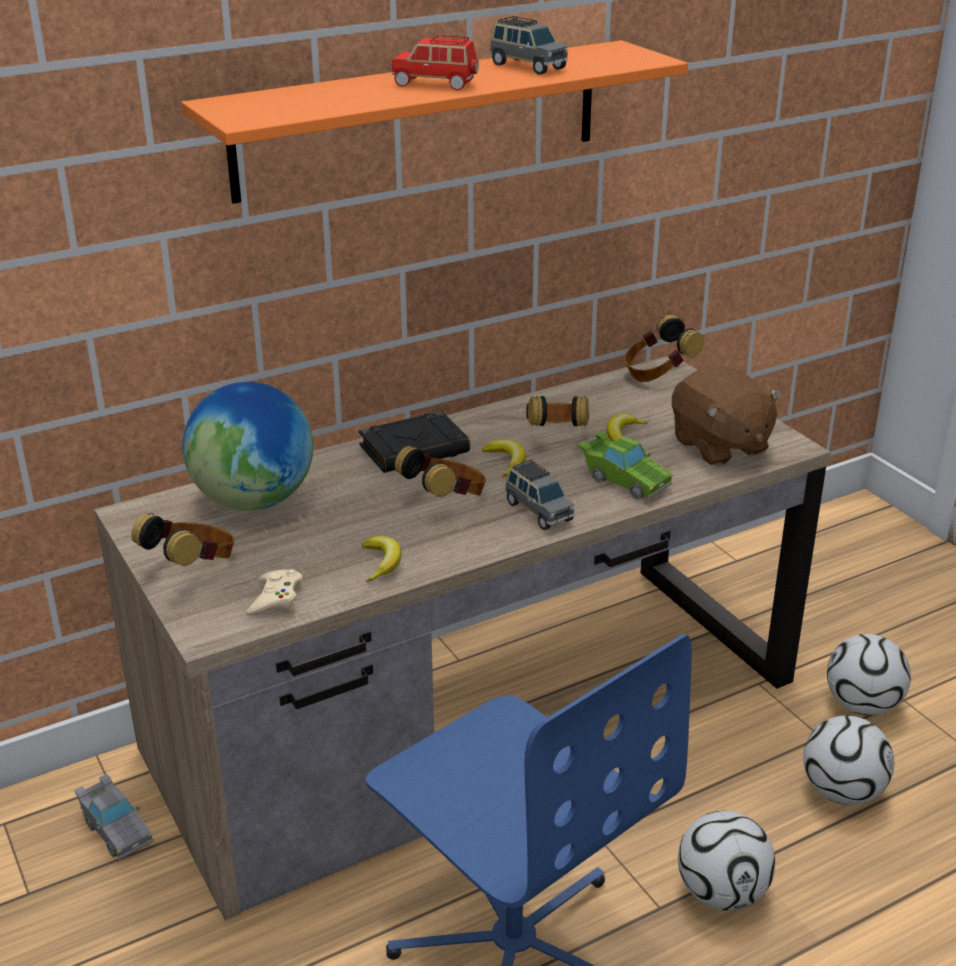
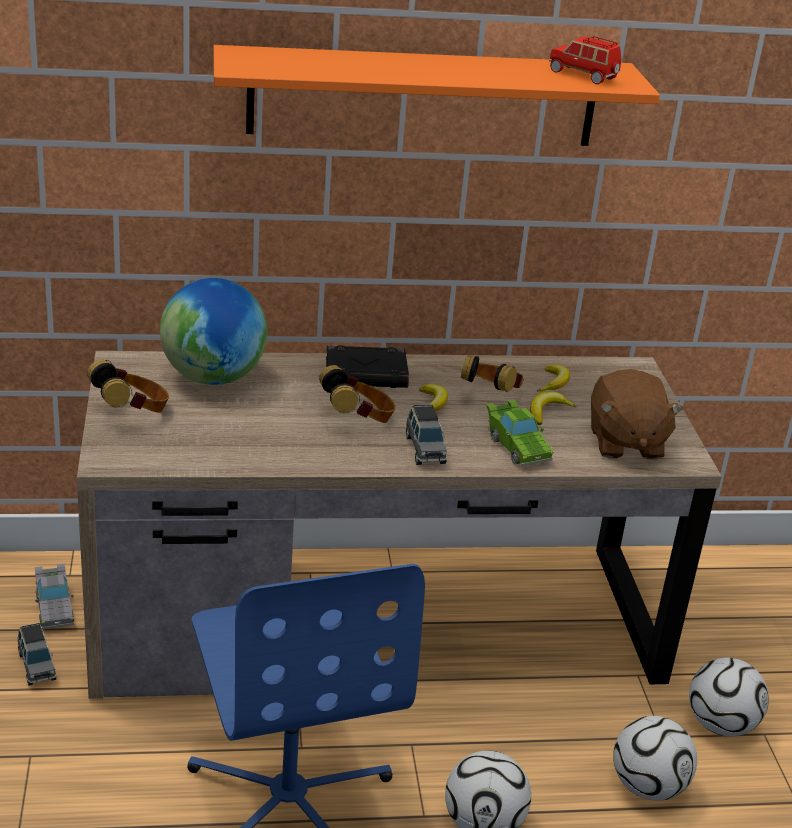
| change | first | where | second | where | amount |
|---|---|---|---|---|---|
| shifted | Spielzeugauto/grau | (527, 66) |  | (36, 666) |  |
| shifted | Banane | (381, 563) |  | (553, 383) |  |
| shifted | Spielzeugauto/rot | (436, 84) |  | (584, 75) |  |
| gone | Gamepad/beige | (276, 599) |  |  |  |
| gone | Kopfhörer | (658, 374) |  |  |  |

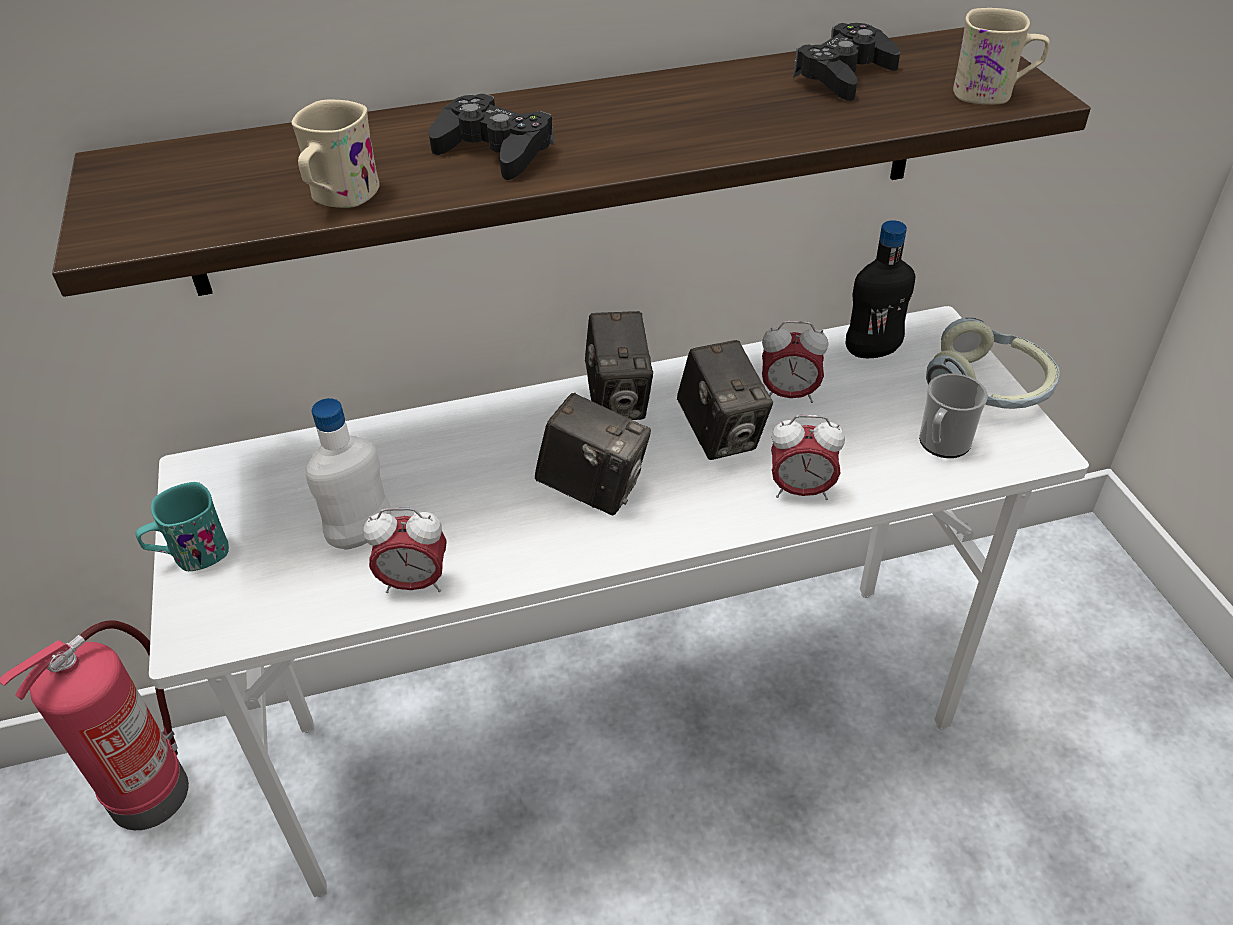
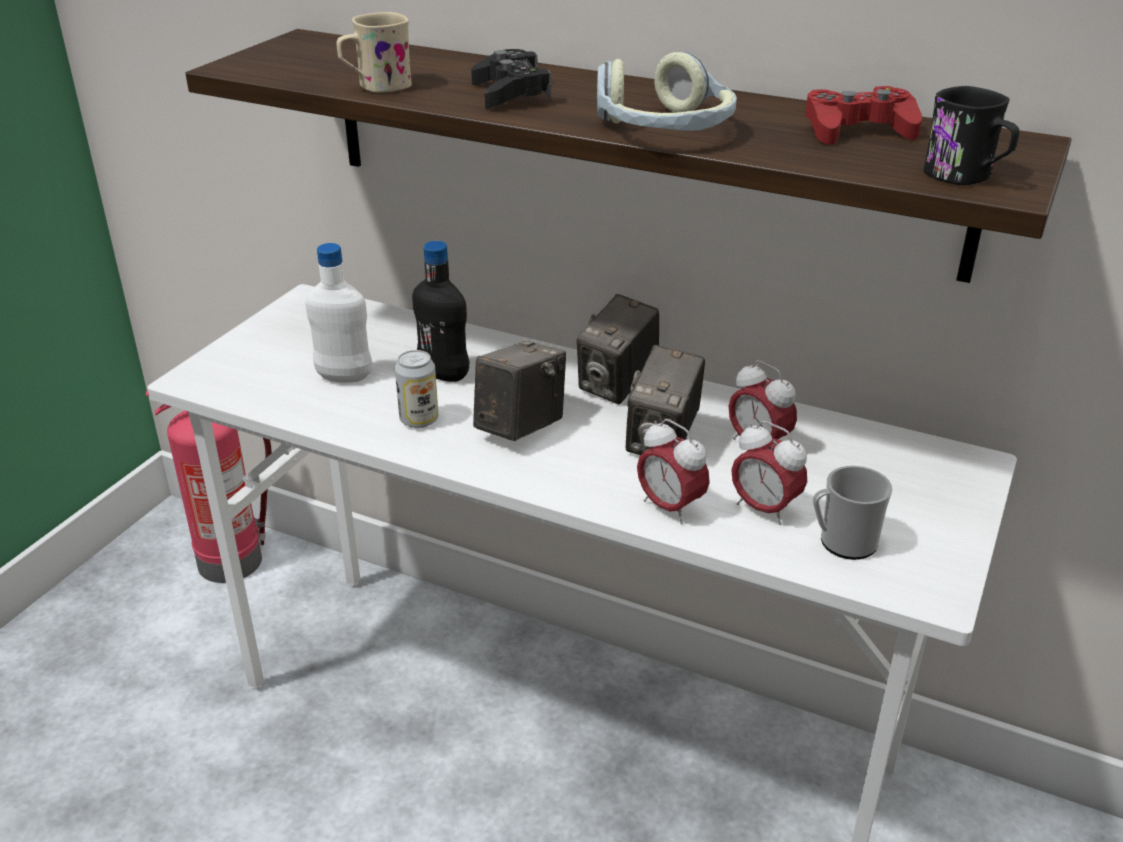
| change | first | where | second | where | amount |
|---|---|---|---|---|---|
| new |  |  | Dose | (419, 420) |  |
| shifted | Flasche/schwarz | (872, 351) |  | (444, 374) |  |
| rotated | Kamera | (594, 489) |  | (520, 427) | 120 degrees counterclockwise |
| shifted | Kopfhörer | (989, 388) |  | (665, 130) |  |
| shifted | Wecker | (414, 583) |  | (764, 509) |  |
| repainted | Gamepad/schwarz | (844, 75) | Gamepad/rot | (857, 130) |  |
| repainted | Henkelbecher/beige | (993, 94) | Henkelbecher/schwarz | (966, 177) |  |
| gone | Henkelbecher/türkis | (191, 555) |  |  |  |

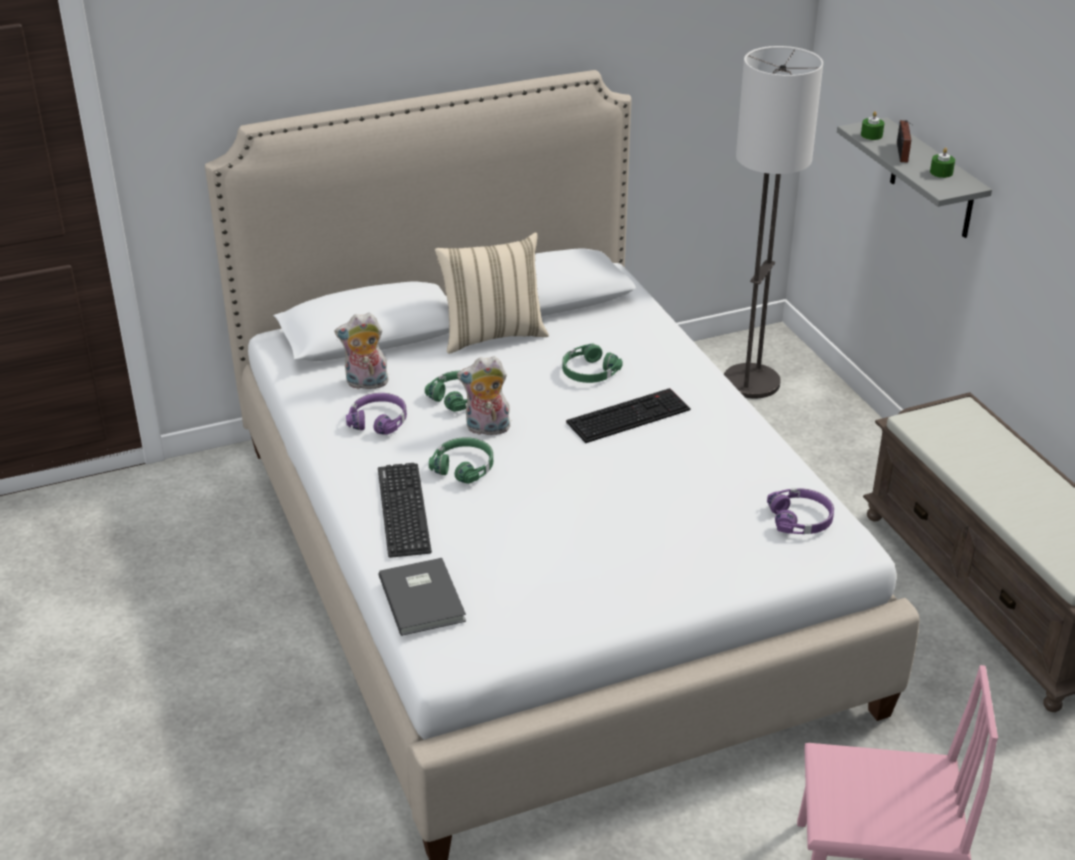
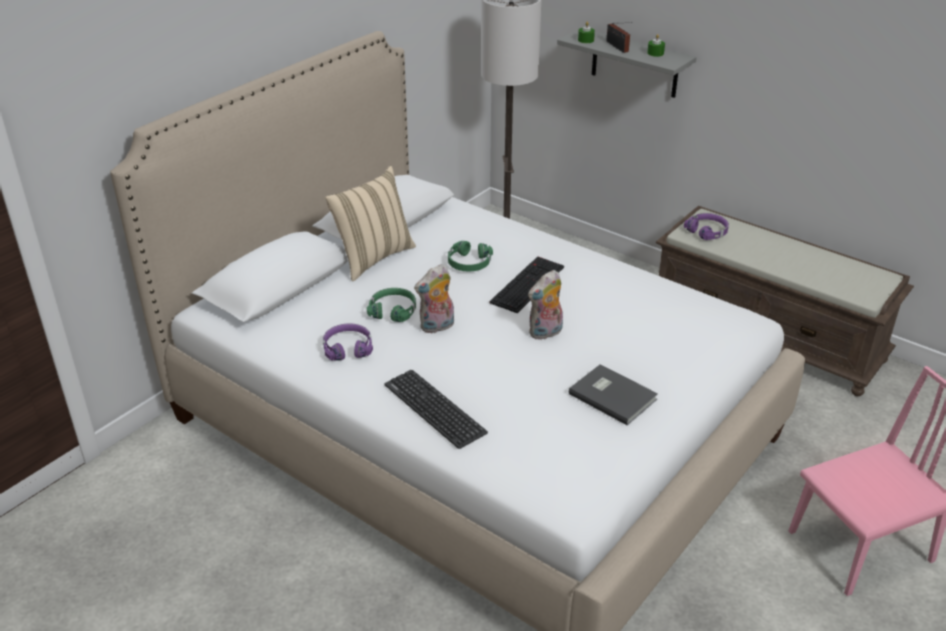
| change | first | where | second | where | amount |
|---|---|---|---|---|---|
| shifted | Plüschtier | (366, 384) |  | (545, 333) |  |
| shifted | Buch/grau | (424, 597) |  | (612, 395) |  |
| shifted | Kopfhörer/lila | (801, 519) |  | (707, 231) |  |
| gone | Kopfhörer/grün | (464, 466) |  |  |  |

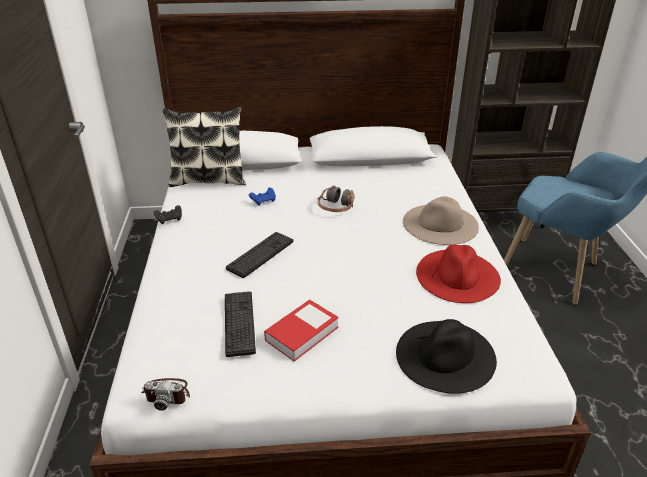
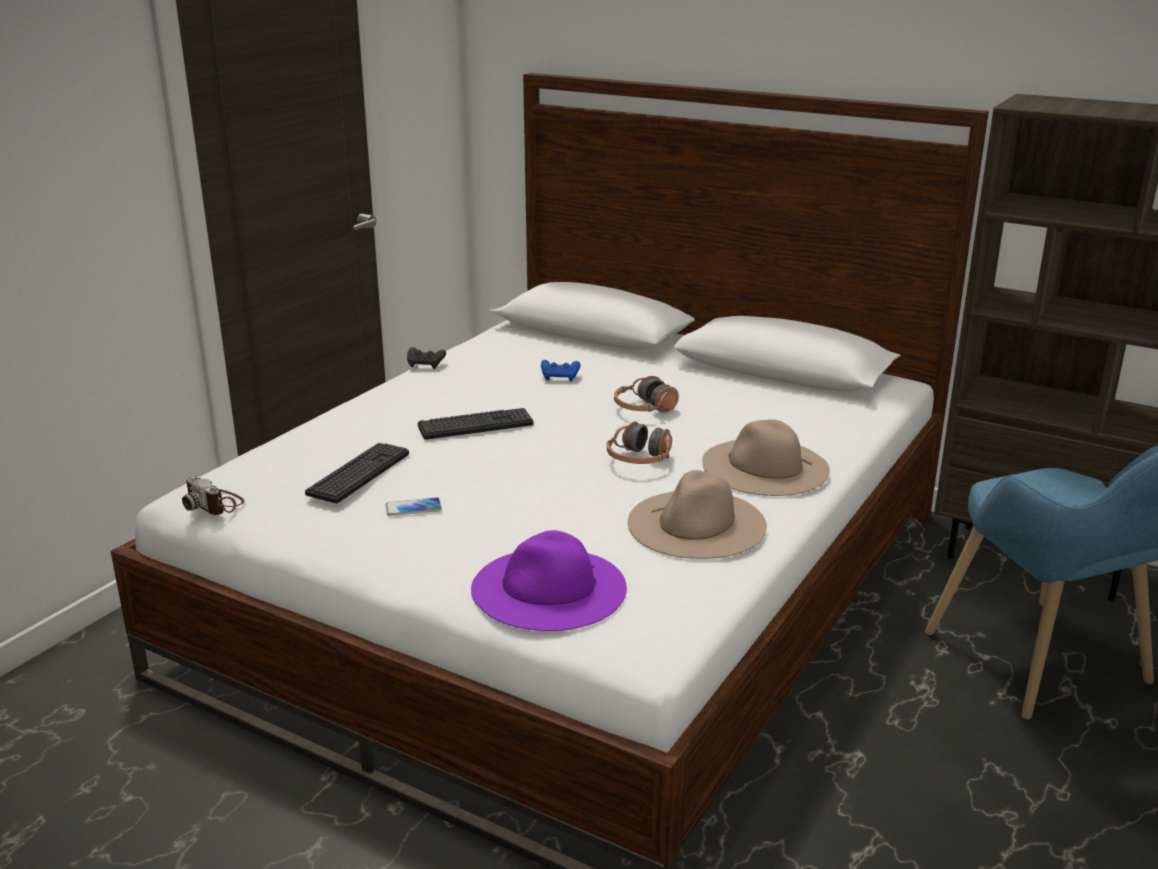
| change | first | where | second | where | amount |
|---|---|---|---|---|---|
| swapped | Buch | (302, 334) | Handy | (413, 508) |  |
| repainted | Hut/schwarz | (445, 355) | Hut/lila | (548, 588) |  |
| new |  |  | Kopfhörer | (639, 459) |  |
| repainted | Hut/rot | (458, 275) | Hut/beige | (697, 523) |  |
| gone | Kissen | (208, 180) |  |  |  |

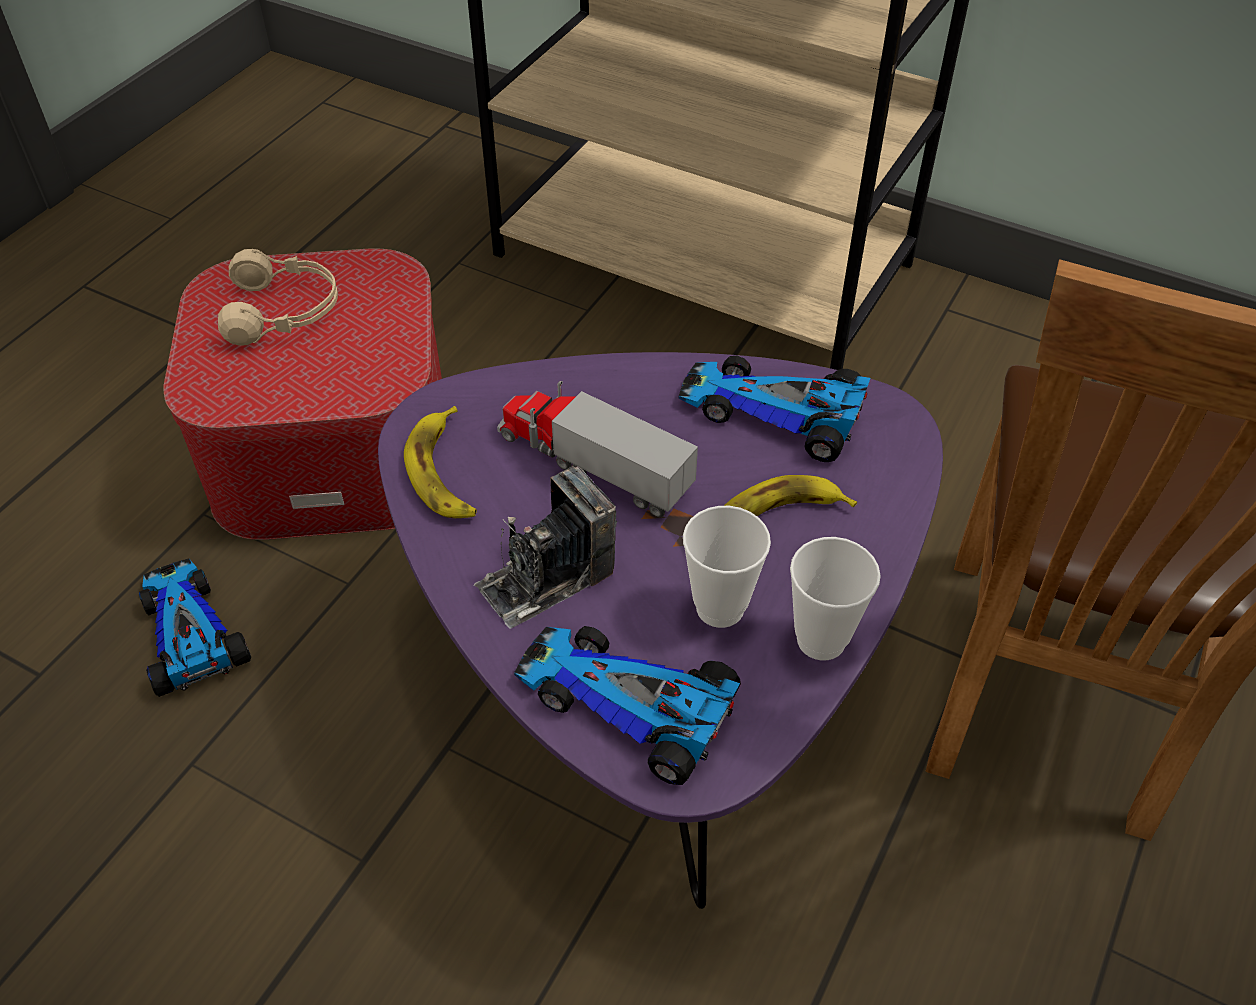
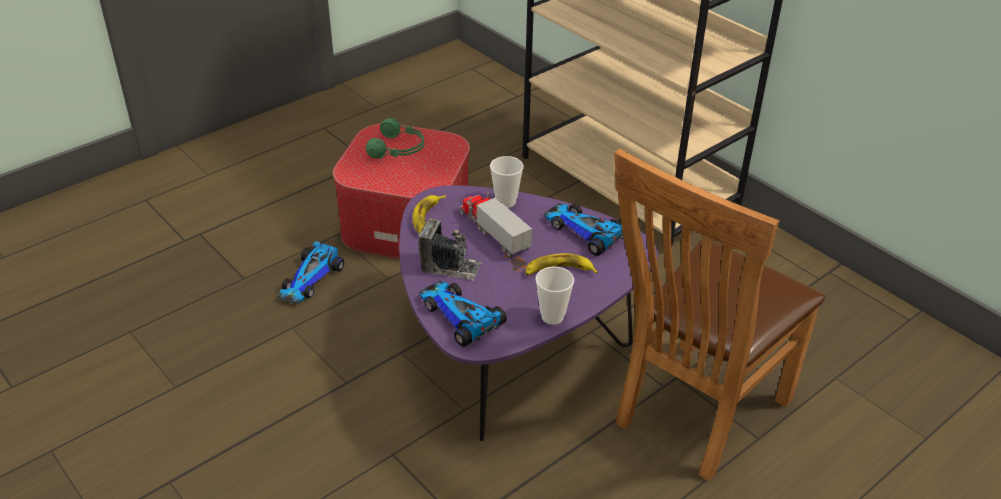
| change | first | where | second | where | amount |
|---|---|---|---|---|---|
| rotated | Spielzeugauto | (188, 634) |  | (311, 279) | 150 degrees counterclockwise |
| repainted | Kopfhörer/beige | (284, 311) | Kopfhörer/grün | (398, 149) |  |
| rotated | Kamera | (546, 578) |  | (450, 266) | 150 degrees counterclockwise |
| shifted | Tasse | (720, 608) |  | (506, 202) |  |

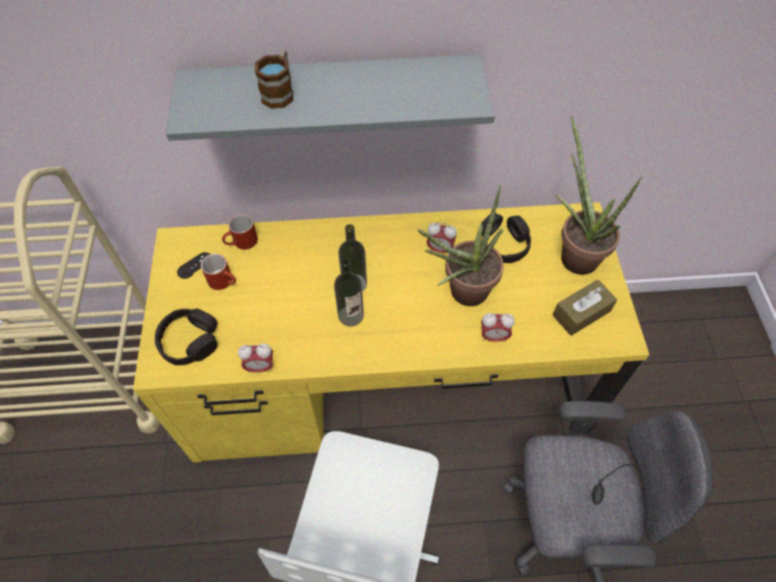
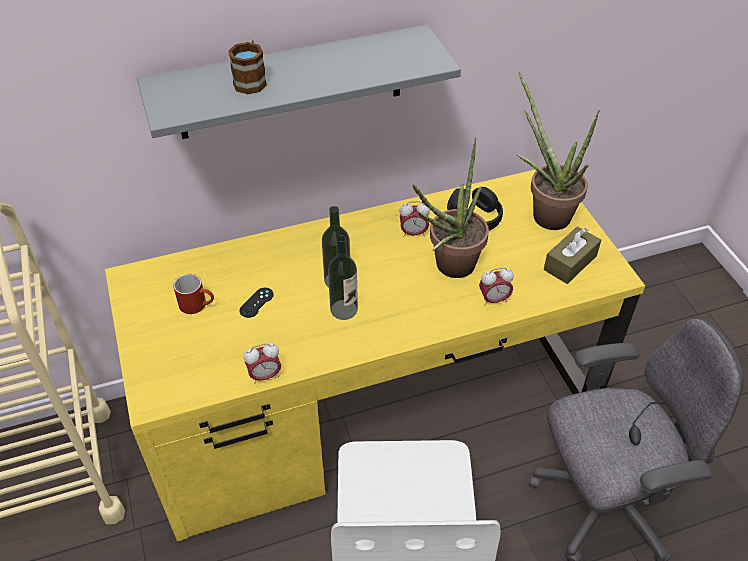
| change | first | where | second | where | amount |
|---|---|---|---|---|---|
| shifted | Gamepad/schwarz | (195, 265) |  | (256, 302) |  |
| gone | Kopfhörer/schwarz | (189, 341) |  |  |  |
| gone | Henkelbecher/rot | (242, 243) |  |  |  |

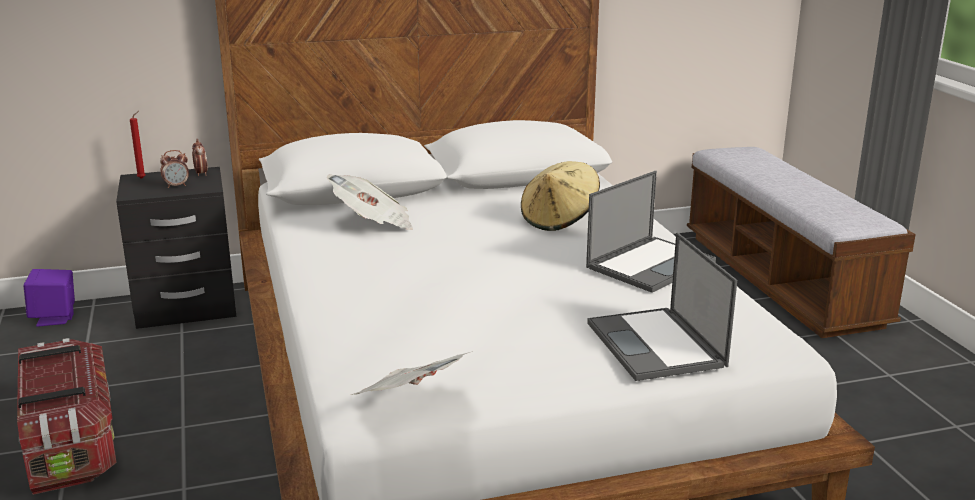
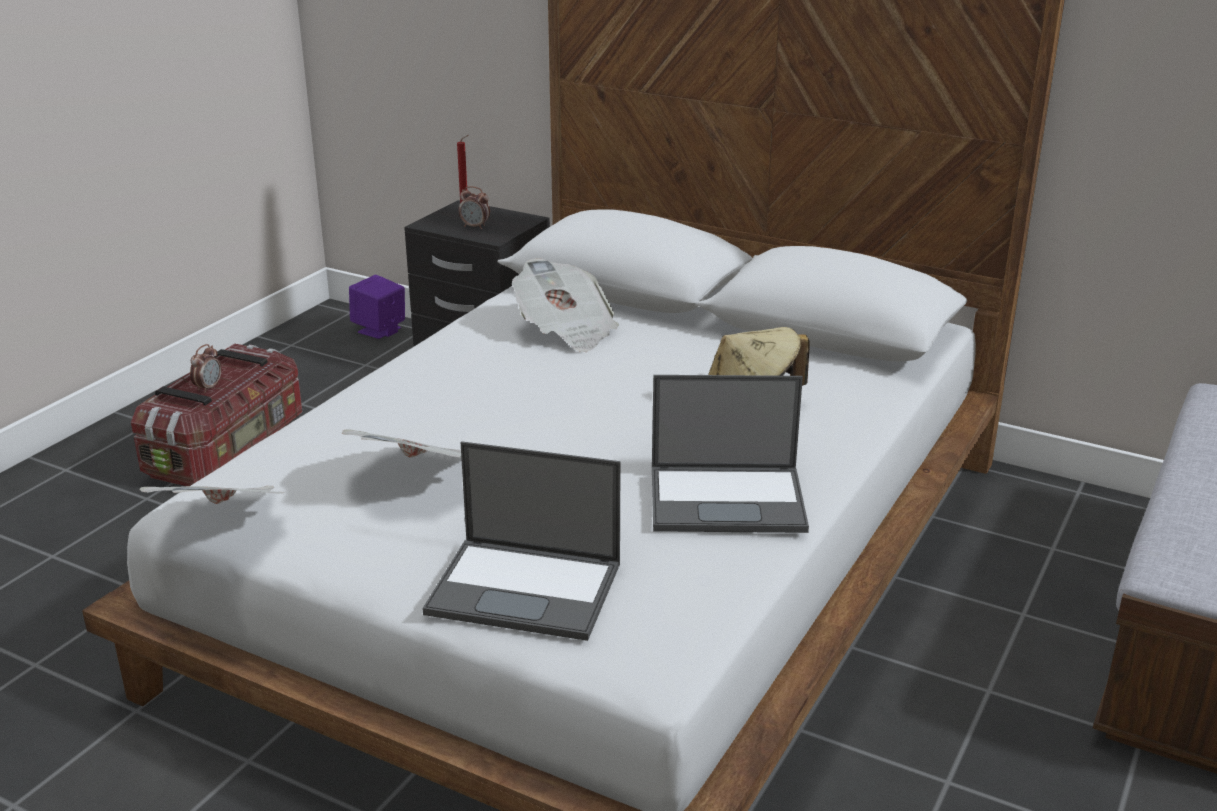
| change | first | where | second | where | amount |
|---|---|---|---|---|---|
| shifted | Wecker | (201, 174) |  | (208, 388) |  |
| new |  |  | Zeitung | (417, 475) |  |
| rotated | Laptop | (656, 345) |  | (527, 588) | 105 degrees counterclockwise |

